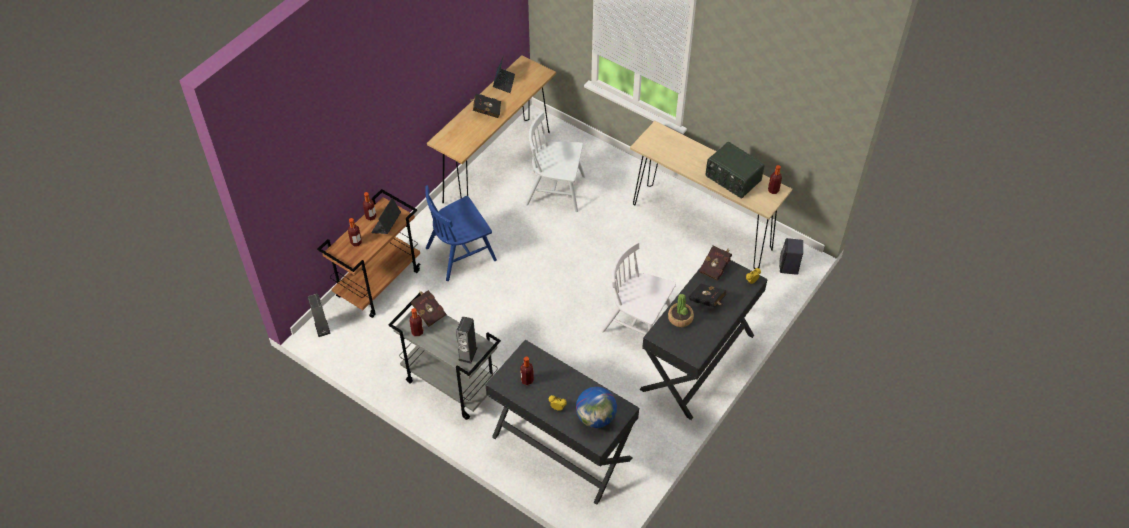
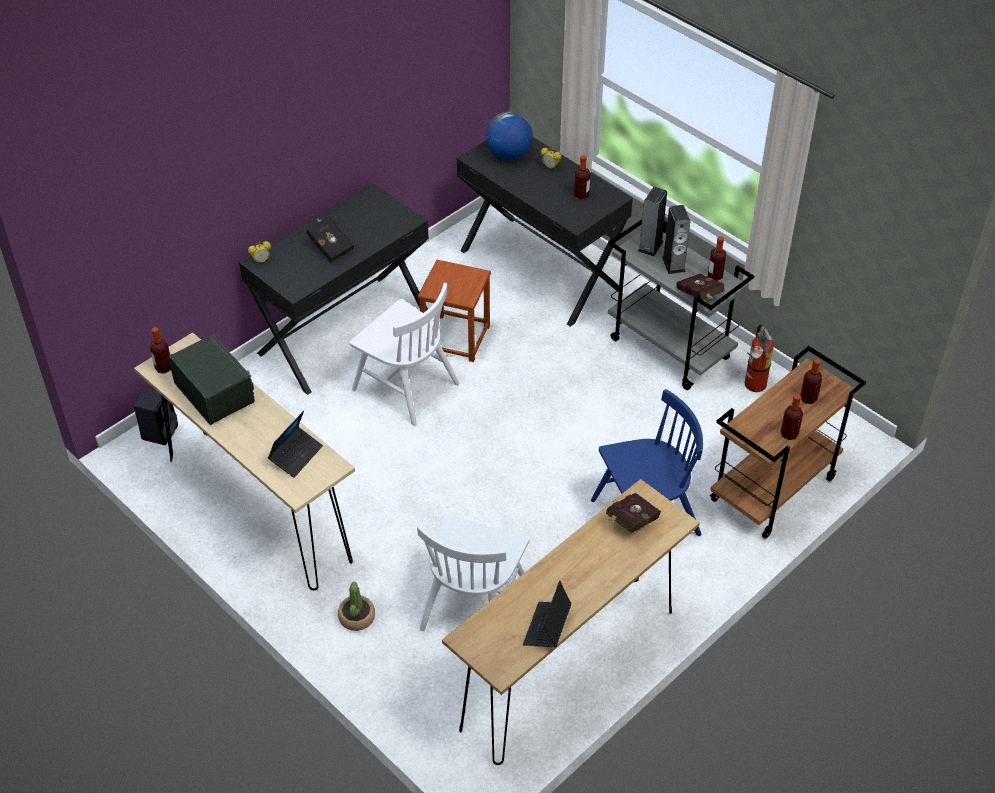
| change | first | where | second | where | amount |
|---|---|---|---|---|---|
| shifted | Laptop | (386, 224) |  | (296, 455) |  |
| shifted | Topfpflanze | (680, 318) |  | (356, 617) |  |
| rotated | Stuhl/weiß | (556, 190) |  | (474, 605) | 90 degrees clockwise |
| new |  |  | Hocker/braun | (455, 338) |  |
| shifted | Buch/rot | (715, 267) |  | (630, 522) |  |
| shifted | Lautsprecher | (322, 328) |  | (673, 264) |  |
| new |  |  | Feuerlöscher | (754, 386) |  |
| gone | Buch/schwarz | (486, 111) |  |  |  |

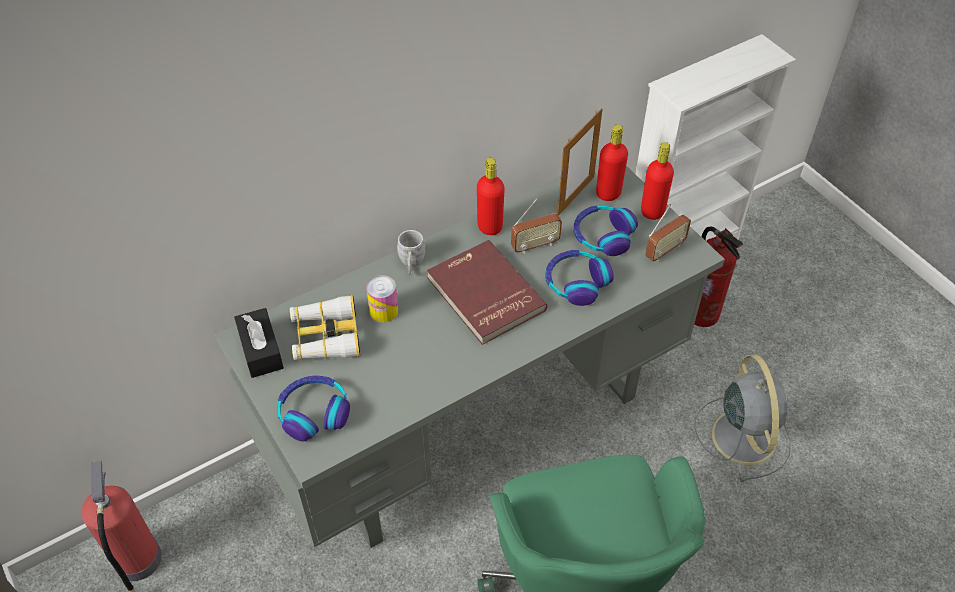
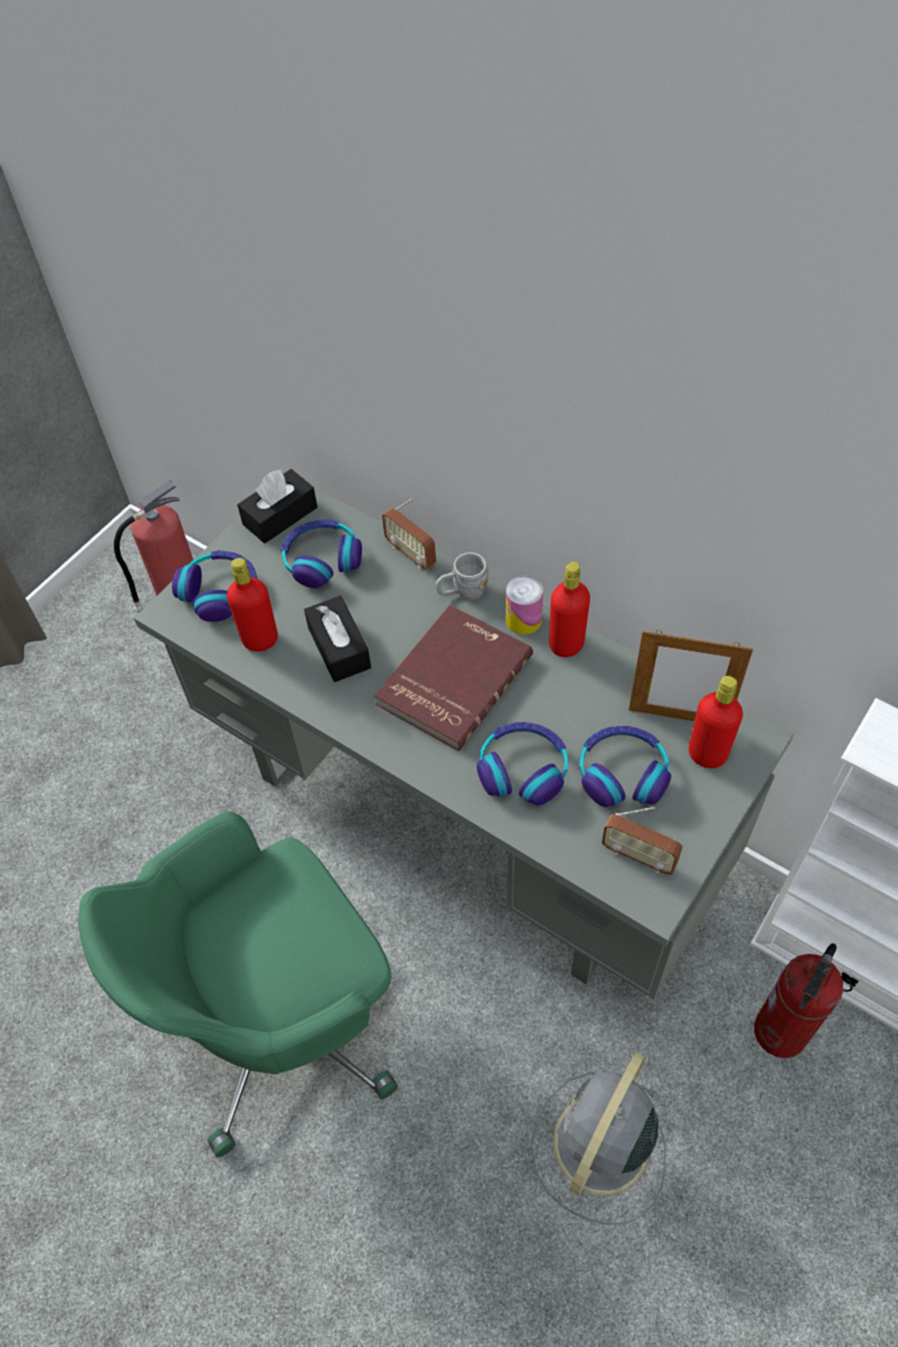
| change | first | where | second | where | amount |
|---|---|---|---|---|---|
| shifted | Flasche/rot | (652, 211) |  | (260, 639) |  |
| swapped | Fernglas | (326, 336) | Kopfhörer | (322, 559) |  |
| new |  |  | Taschentuchbox/schwarz | (339, 648) |  |
| shifted | Radio | (535, 245) |  | (411, 554) |  |
| shifted | Dose | (383, 311) |  | (523, 620) |  |
| rotated | Ventilator/grau | (743, 434) |  | (599, 1148) | 150 degrees clockwise |

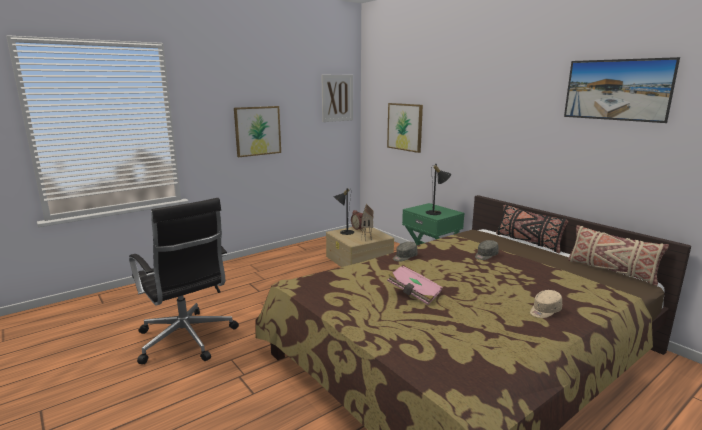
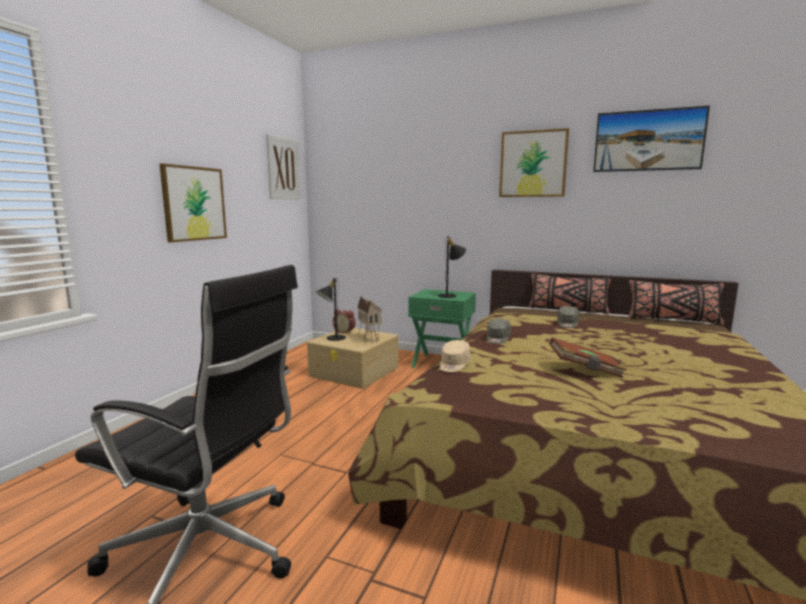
| change | first | where | second | where | amount |
|---|---|---|---|---|---|
| shifted | Kappe/beige | (544, 311) |  | (454, 365) |  |
| shifted | Bild | (405, 127) |  | (533, 164) |  |
| repainted | Buch/rosa | (414, 294) | Buch/braun | (585, 370) |  |
| repainted | Kissen/beige | (611, 271) | Kissen/schwarz | (672, 320) |  |

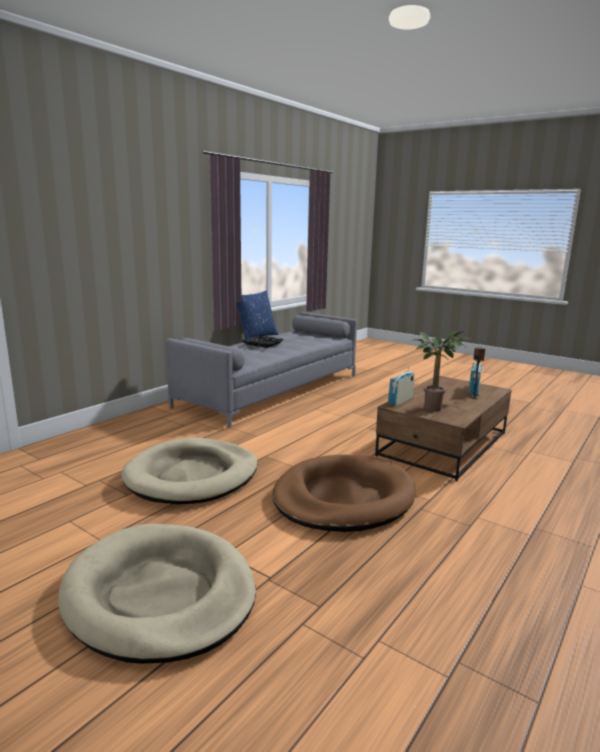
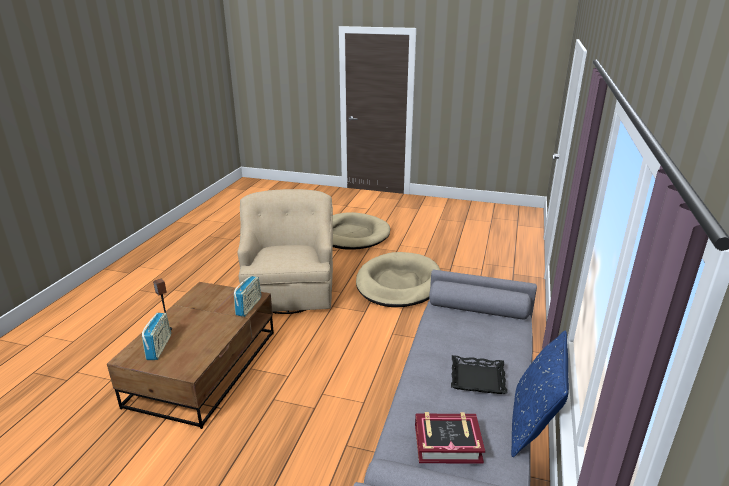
| change | first | where | second | where | amount |
|---|---|---|---|---|---|
| swapped | Hundebett/braun | (343, 498) | Sessel/beige | (290, 289) |  |
| new |  |  | Buch | (447, 443) |  |
| gone | Topfpflanze | (435, 408) |  |  |  |

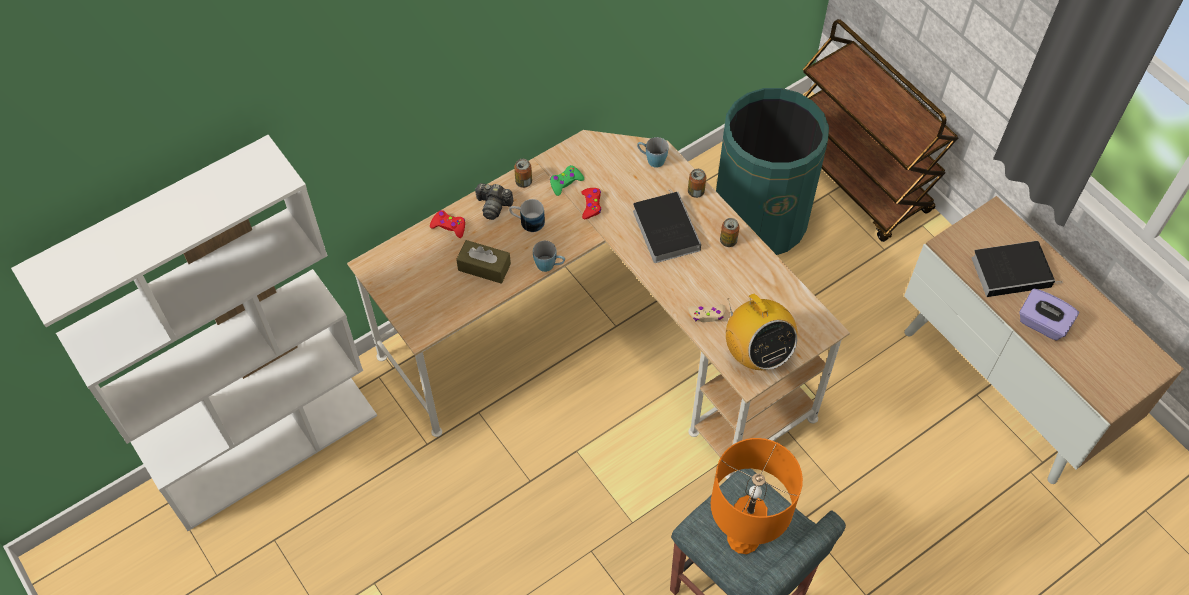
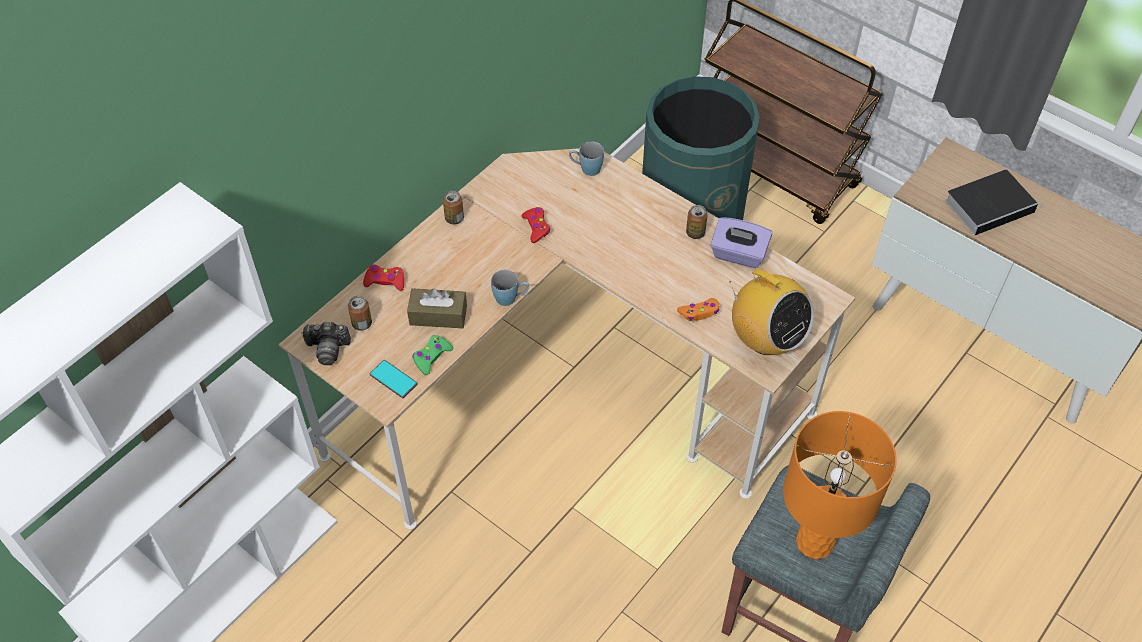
| change | first | where | second | where | amount |
|---|---|---|---|---|---|
| shifted | Kamera | (493, 206) |  | (328, 348) |  |
| shifted | Dose | (696, 192) |  | (362, 323) |  |
| new |  |  | Handy | (393, 379) |  |
| shifted | Gamepad/grün | (565, 182) |  | (432, 357) |  |
| repainted | Gamepad/beige | (707, 315) | Gamepad/orange | (699, 312) |  |
| shifted | Taschentuchbox/lila | (1042, 324) |  | (738, 254) |  |
| gone | Henkelbecher | (527, 222) |  |  |  |
| gone | Buch | (664, 228) |  |  |  |

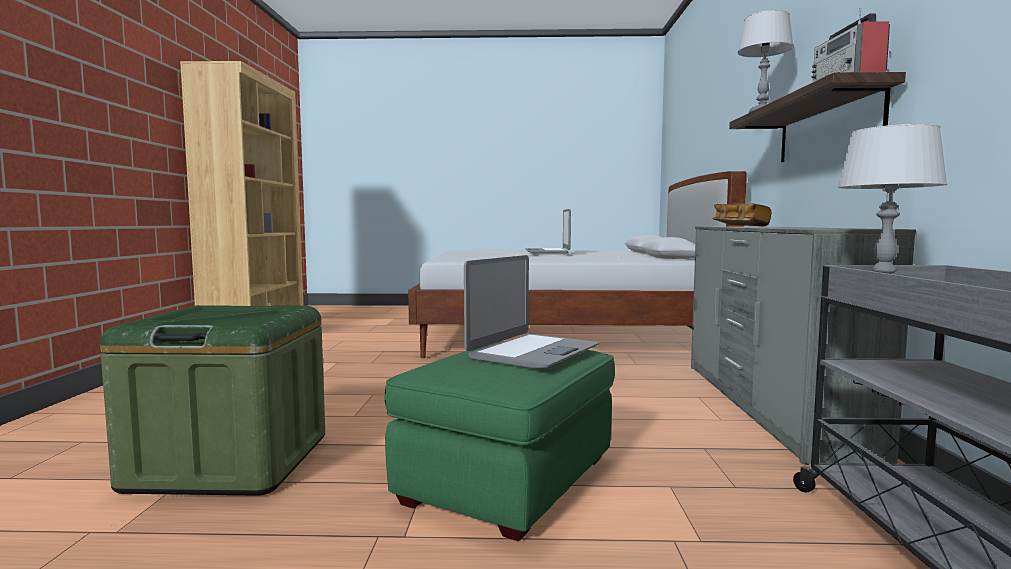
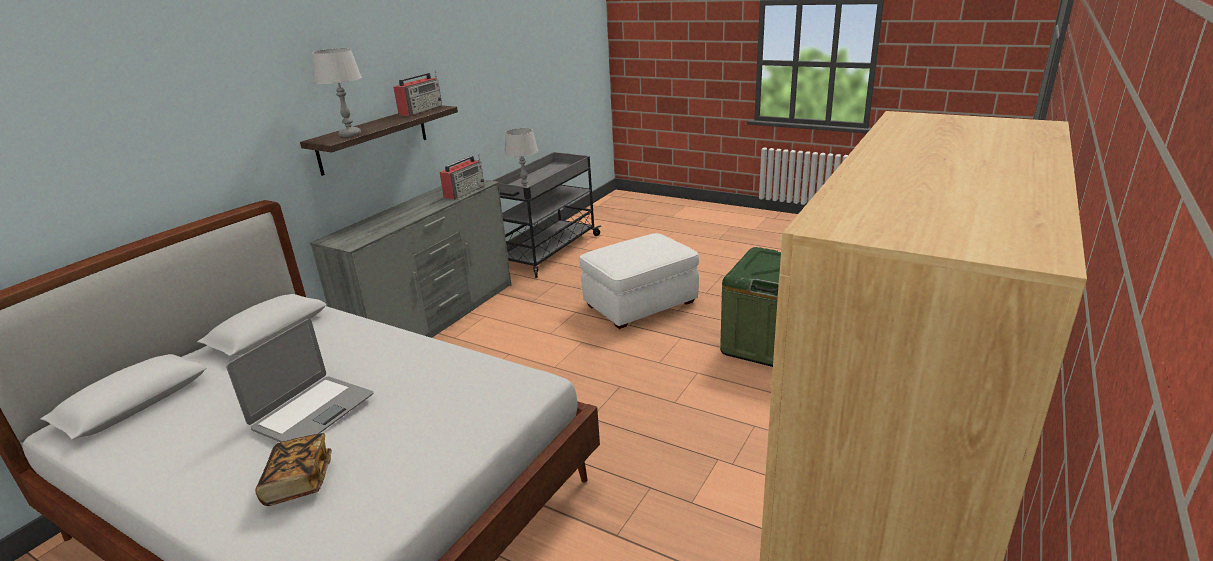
| change | first | where | second | where | amount |
|---|---|---|---|---|---|
| shifted | Buch | (741, 226) |  | (299, 482) |  |
| new |  |  | Radio | (465, 191) |  |
| repainted | Polsterhocker/grün | (510, 479) | Polsterhocker/weiß | (639, 304) |  |
| gone | Laptop | (533, 352) |  |  |  |

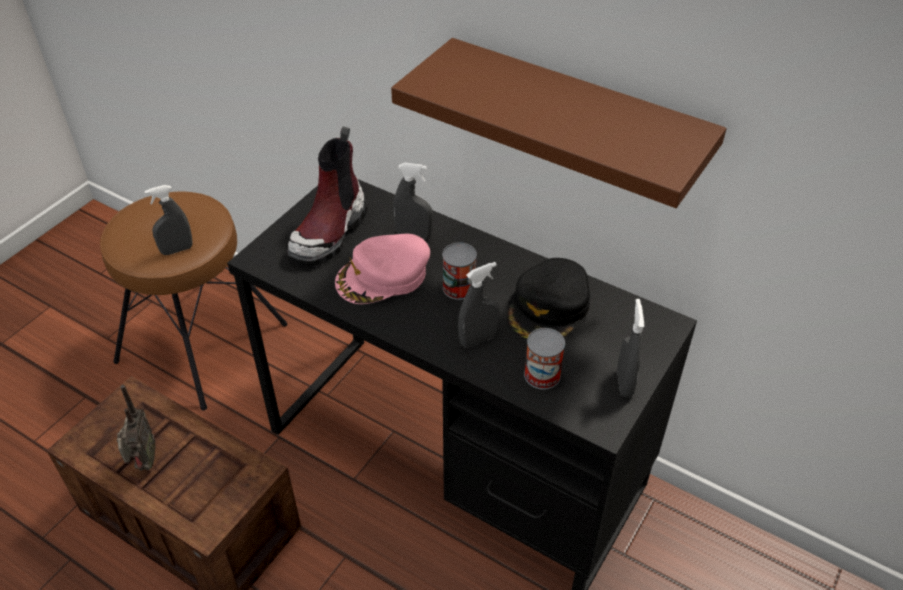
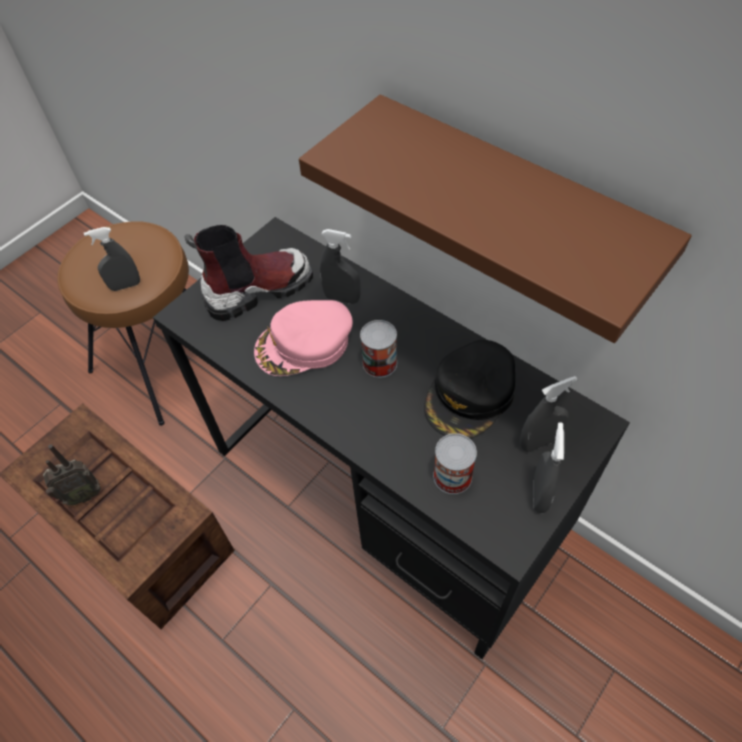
| change | first | where | second | where | amount |
|---|---|---|---|---|---|
| rotated | Radio | (144, 463) |  | (82, 495) | 60 degrees clockwise |
| rotated | Stiefel | (330, 233) |  | (258, 290) | 150 degrees counterclockwise |
| shifted | Sprühflasche/grau | (478, 339) |  | (539, 442) |  |

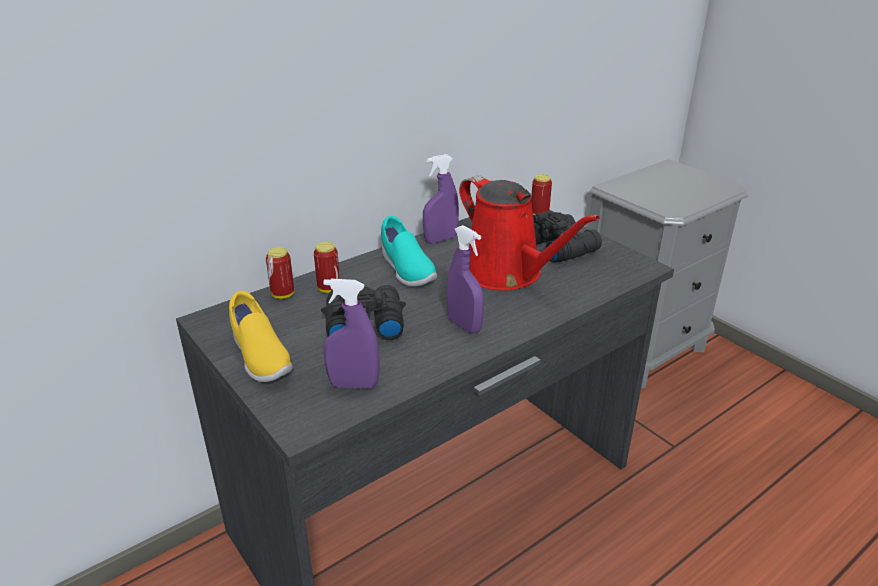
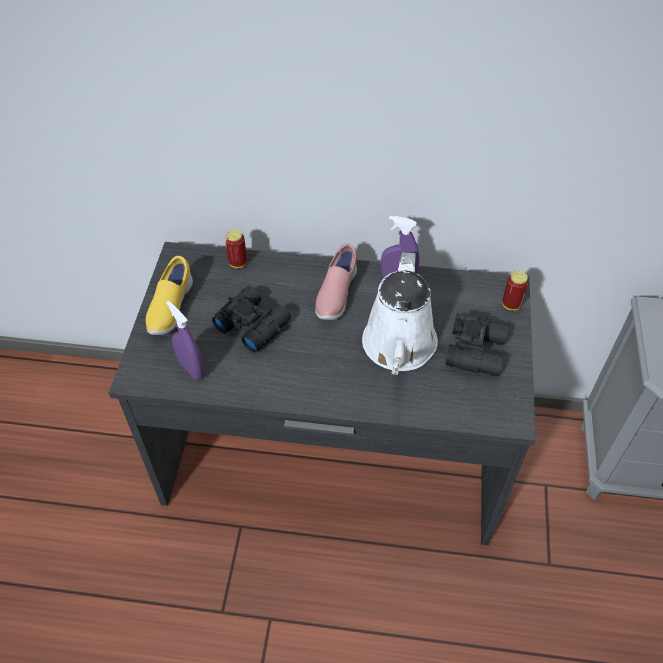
| change | first | where | second | where | amount |
|---|---|---|---|---|---|
| repainted | Schuh/türkis | (406, 270) | Schuh/rosa | (336, 294) |  |
| repainted | Gießkanne/rot | (507, 273) | Gießkanne/weiß | (399, 348) |  |
| gone | Dose | (329, 289) |  |  |  |
| gone | Sprühflasche/lila | (464, 325) |  |  |  |

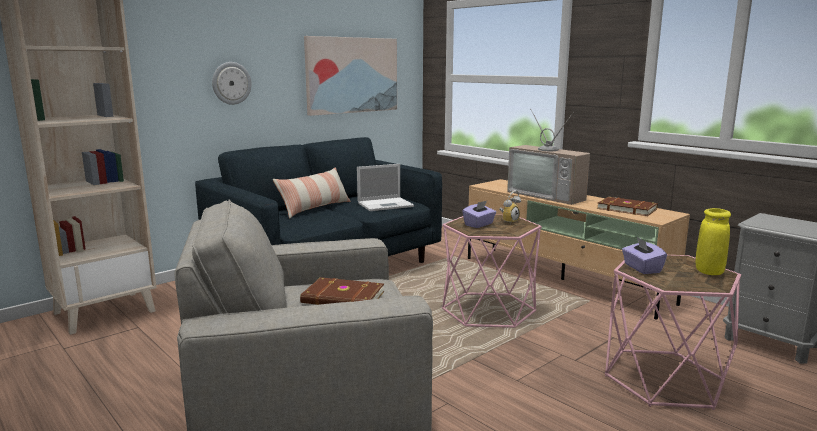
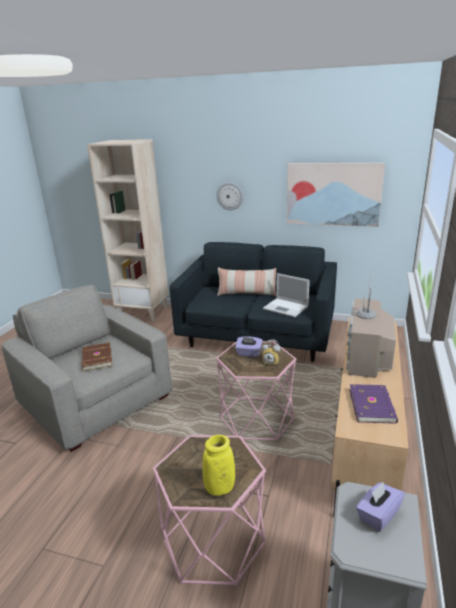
| change | first | where | second | where | amount |
|---|---|---|---|---|---|
| repainted | Buch/braun | (626, 209) | Buch/lila | (372, 405) |  |
| shifted | Taschentuchbox/lila | (641, 268) |  | (378, 515) |  |

